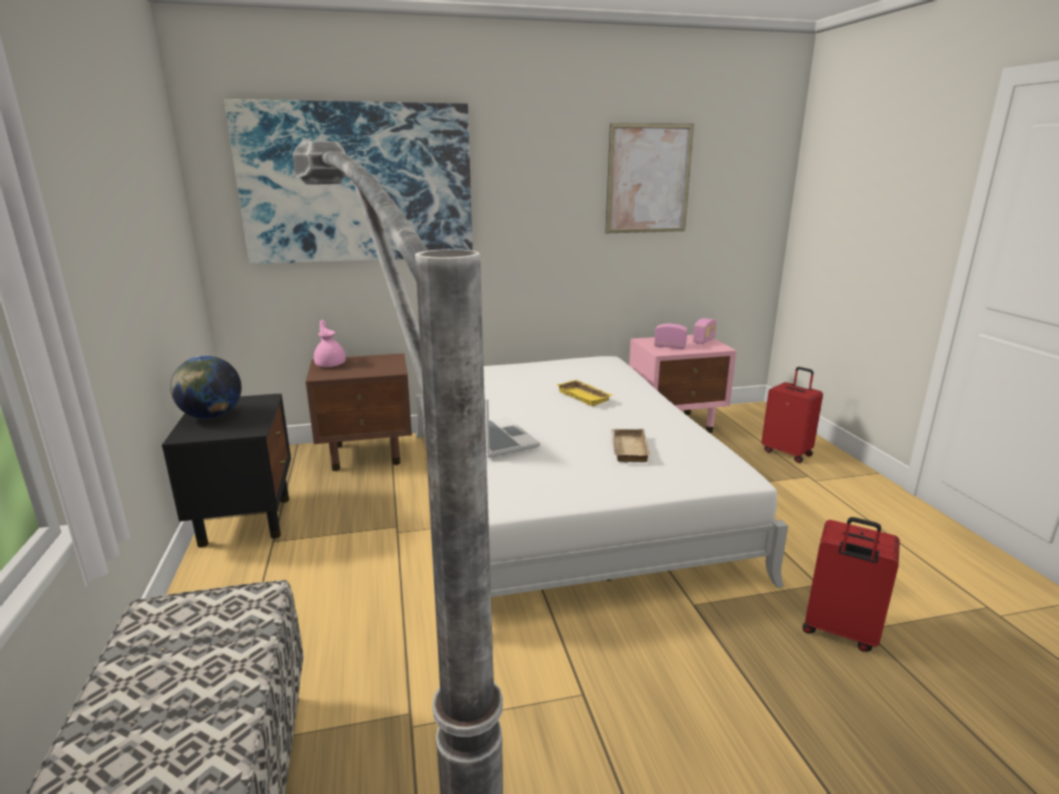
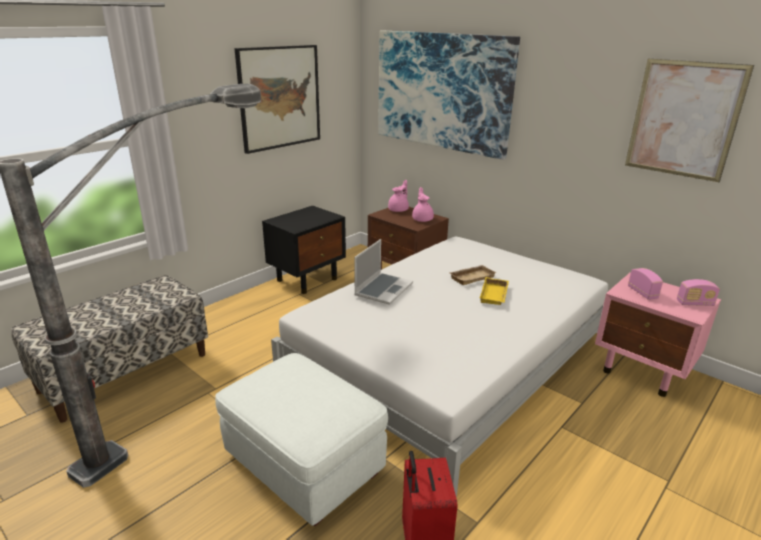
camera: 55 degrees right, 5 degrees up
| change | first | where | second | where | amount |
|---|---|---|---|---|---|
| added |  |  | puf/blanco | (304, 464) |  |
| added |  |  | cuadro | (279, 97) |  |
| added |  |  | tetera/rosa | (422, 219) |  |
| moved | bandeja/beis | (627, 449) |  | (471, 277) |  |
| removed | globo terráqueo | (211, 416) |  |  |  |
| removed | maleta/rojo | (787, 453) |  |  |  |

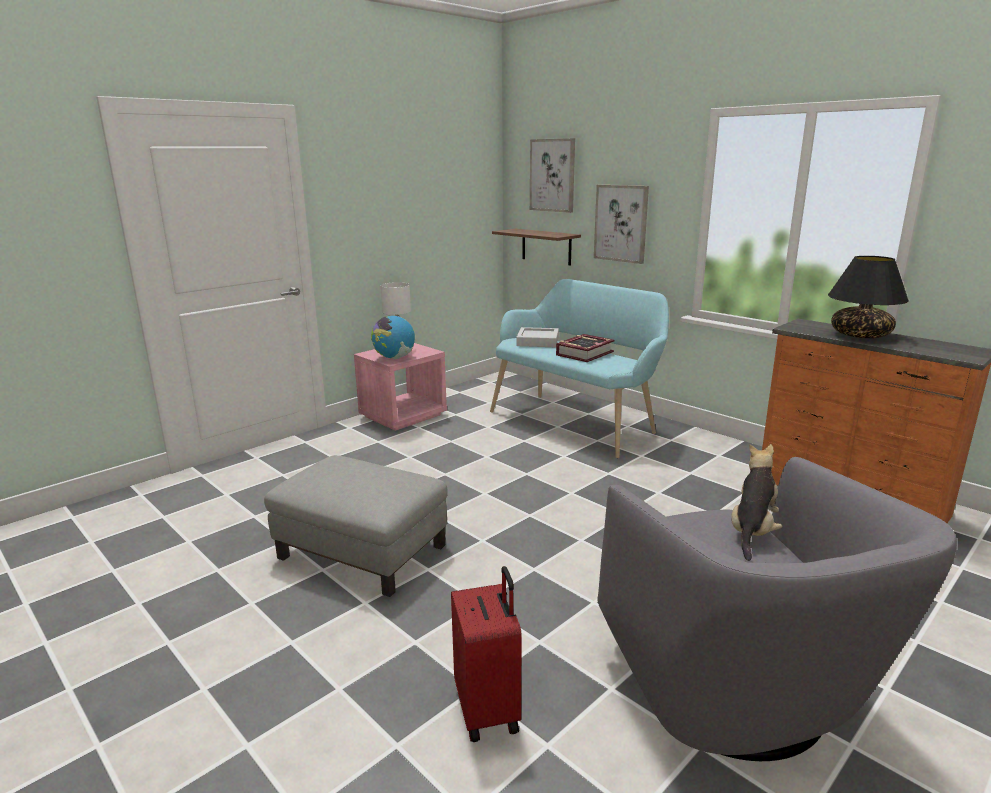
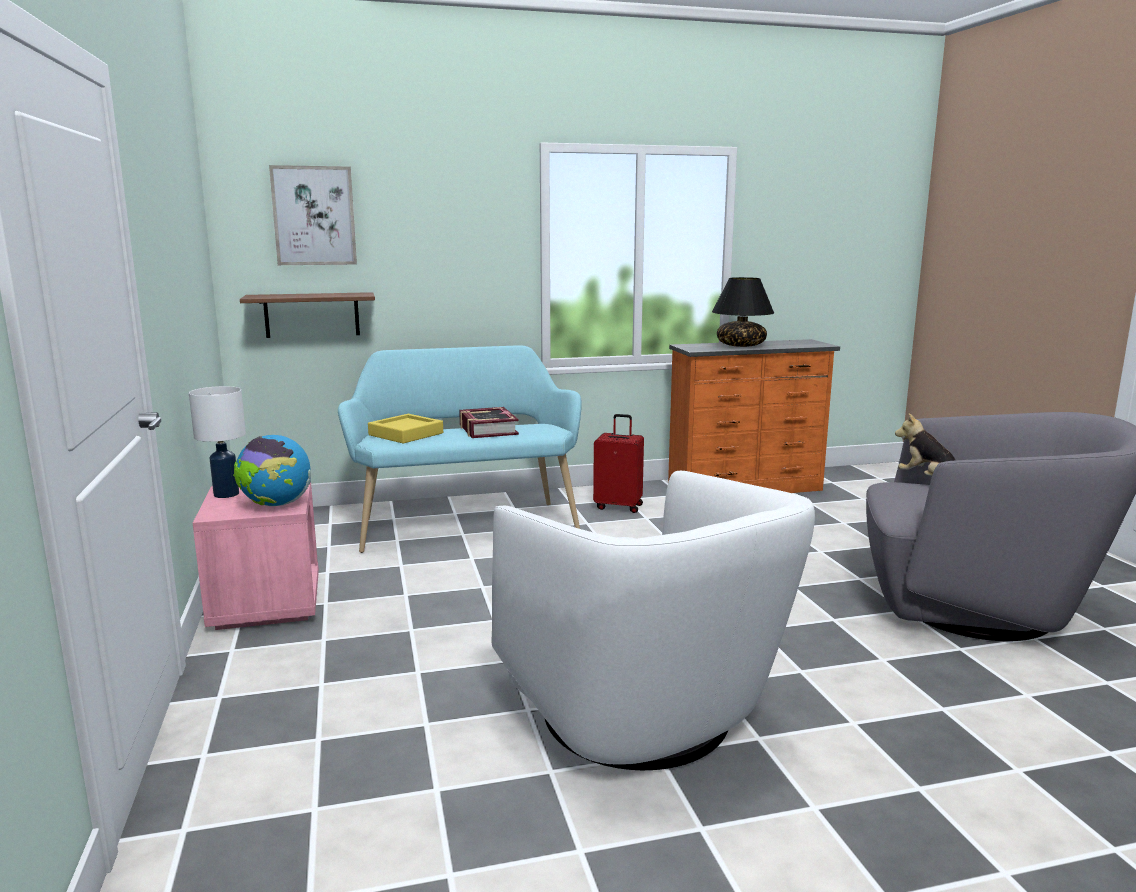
camera: 60 degrees left, 5 degrees down
| change | first | where | second | where | amount |
|---|---|---|---|---|---|
| recoloured | bandeja/gris | (537, 341) | bandeja/amarillo | (406, 434) |  |
| replaced | puf/gris | (361, 552) | sillón/blanco | (638, 717) |  |
| moved | maleta/rojo | (489, 710) |  | (619, 506) |  |
| removed | cuadro | (621, 223) |  |  |  |

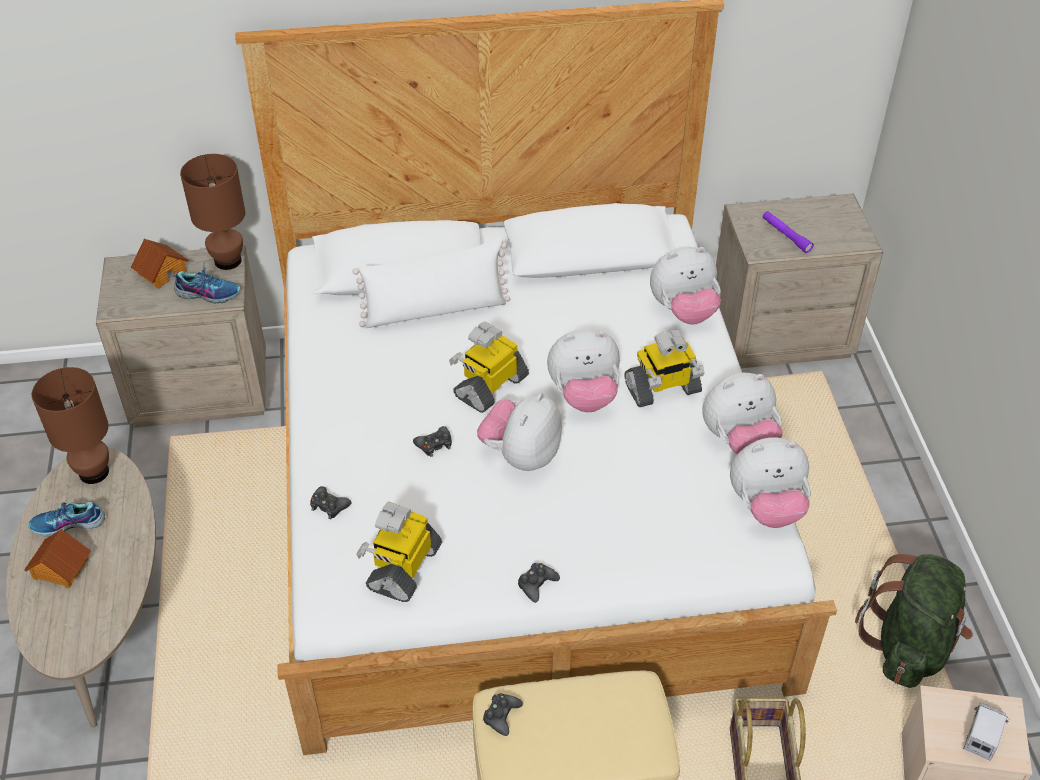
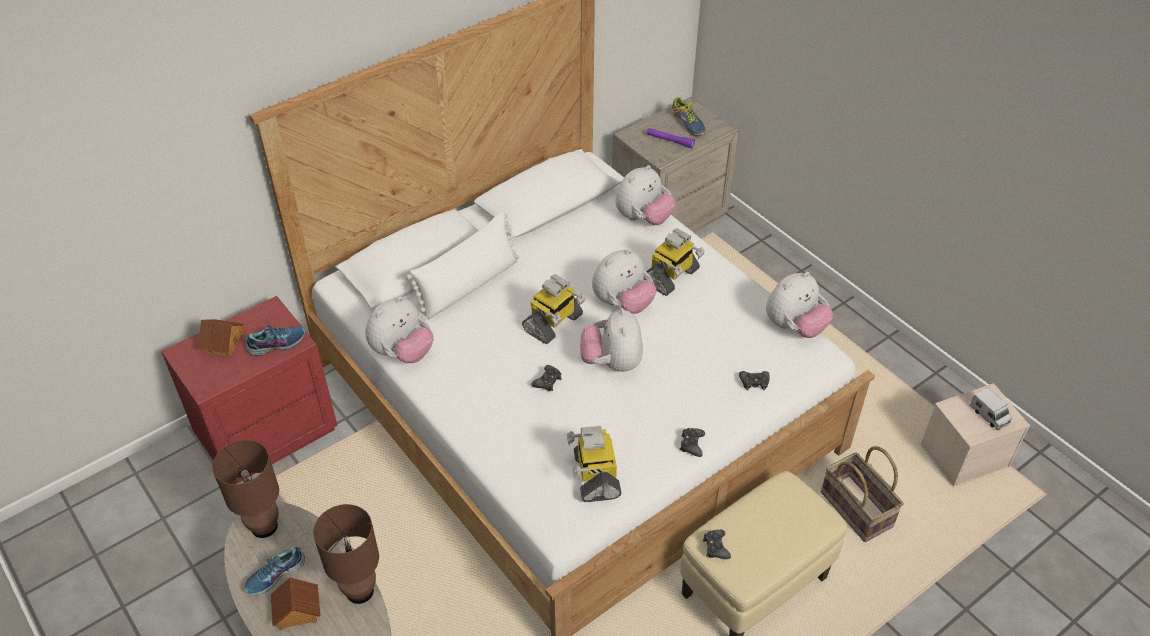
camera: 30 degrees left, 0 degrees up
| change | first | where | second | where | amount |
|---|---|---|---|---|---|
| recoloured | mesita de noche/beis | (201, 389) | mesita de noche/rojo | (266, 432) |  |
| moved | lámpara de mesa/marrón | (228, 261) |  | (360, 591) |  |
| moved | peluche | (739, 441) |  | (402, 352) |  |
| turned | robot de juguete | (490, 386) |  | (553, 323) | 150 degrees counterclockwise |
| added |  |  | zapato | (688, 123) |  |
| moved | mando de consola/negro | (329, 506) |  | (754, 382) |  |
| turned | camión de juguete | (983, 734) |  | (989, 415) | 150 degrees clockwise |
| removed | mochila/verde | (909, 645) |  |  |  |

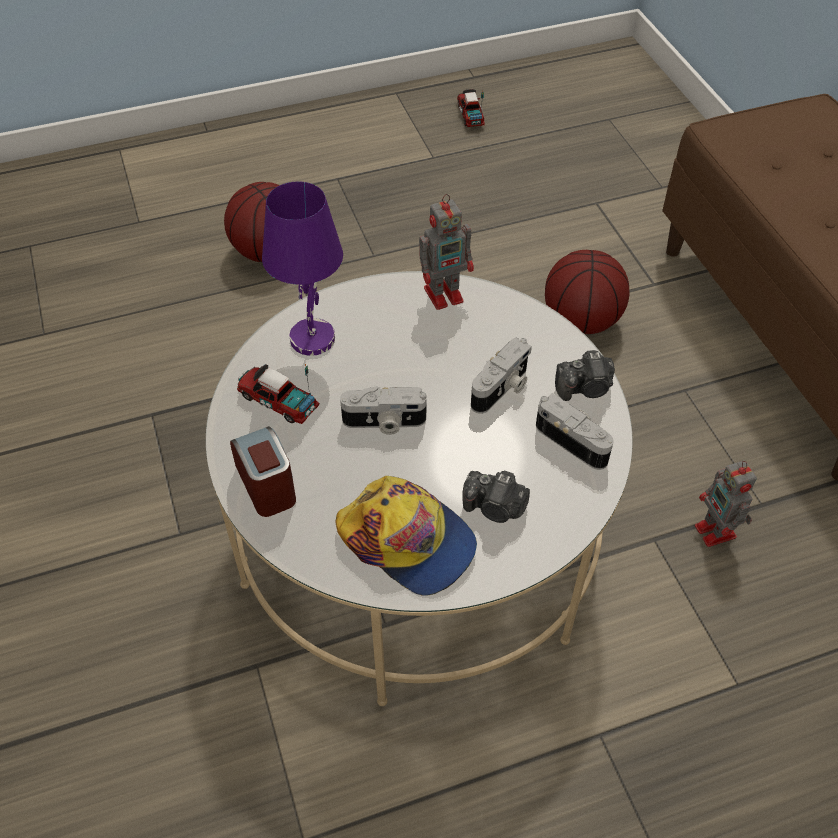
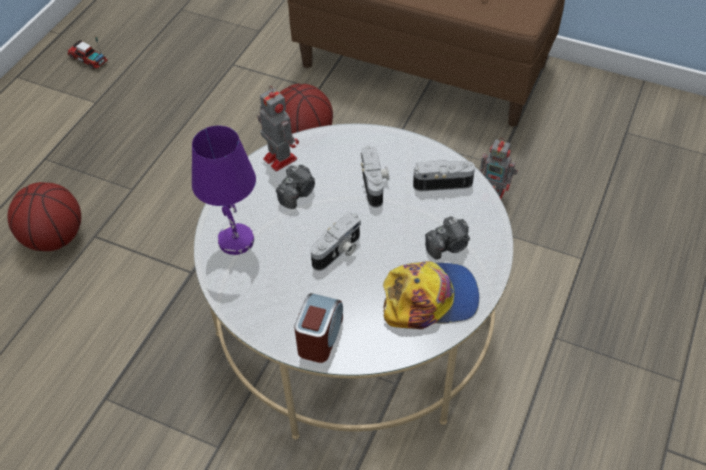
camera: 45 degrees left, 0 degrees up
| change | first | where | second | where | amount |
|---|---|---|---|---|---|
| turned | robot de juguete | (445, 294) |  | (279, 158) | 60 degrees counterclockwise |
| moved | cámara | (585, 388) |  | (297, 193) |  |
| turned | despertador | (267, 485) |  | (320, 337) | 90 degrees clockwise |
| removed | camión de juguete | (277, 401) |  |  |  |

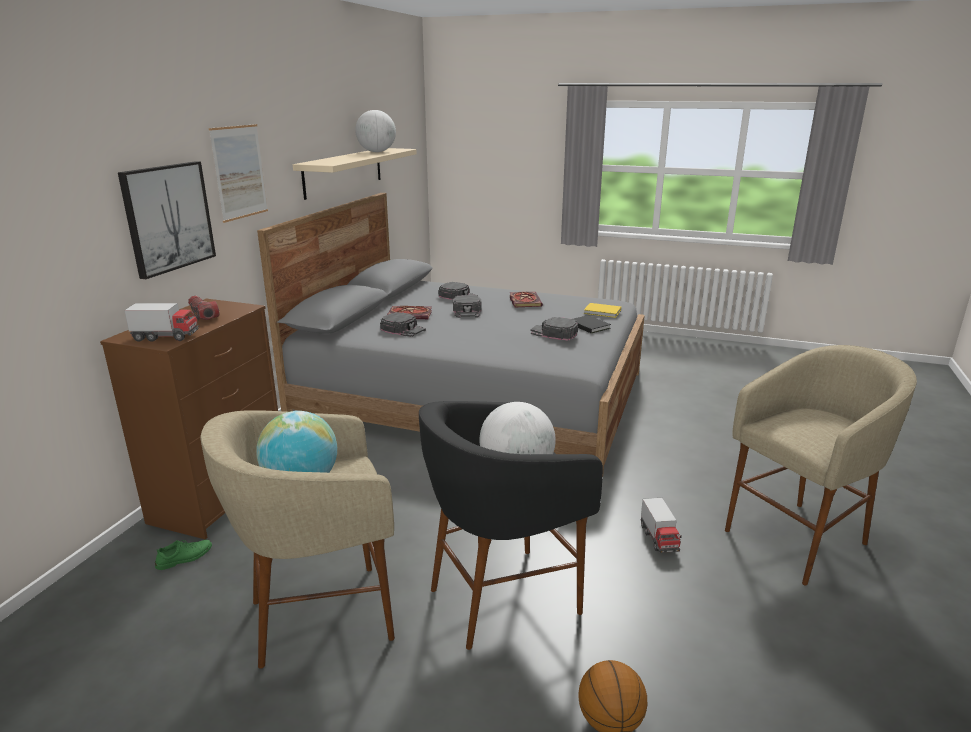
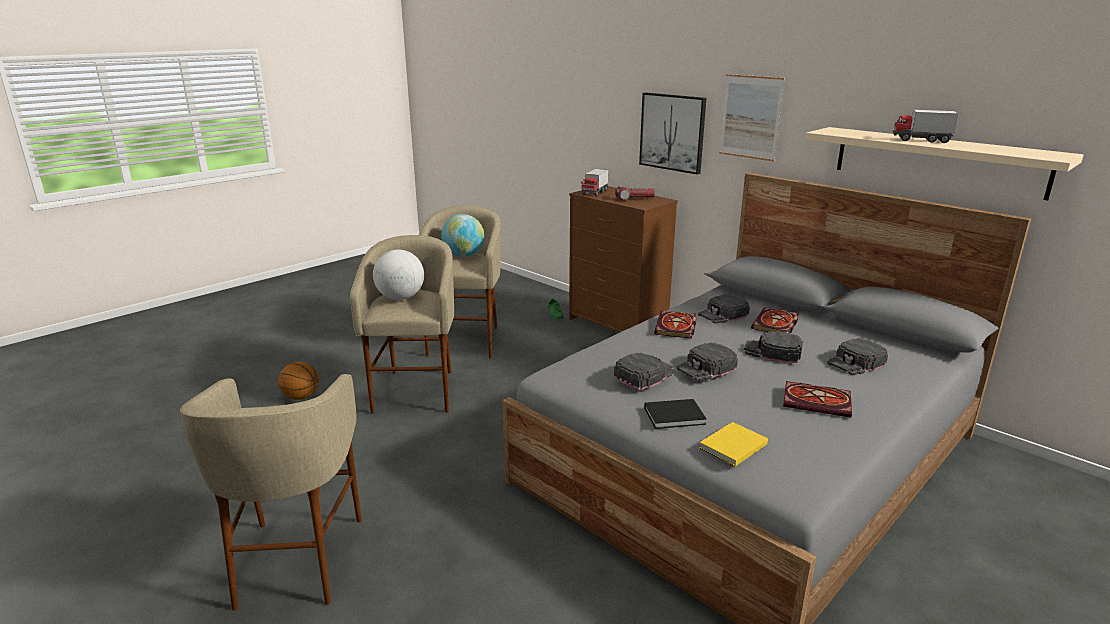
camera: 115 degrees right, 0 degrees up
| change | first | where | second | where | amount |
|---|---|---|---|---|---|
| recoloured | taburete/negro | (502, 598) | taburete/beis | (416, 391) |  |
| added |  |  | libro | (676, 327) |  |
| added |  |  | gorra/negro | (706, 368) |  |
| moved | camión de juguete | (659, 539) |  | (920, 140) |  |
| removed | globo terráqueo | (377, 152) |  |  |  |

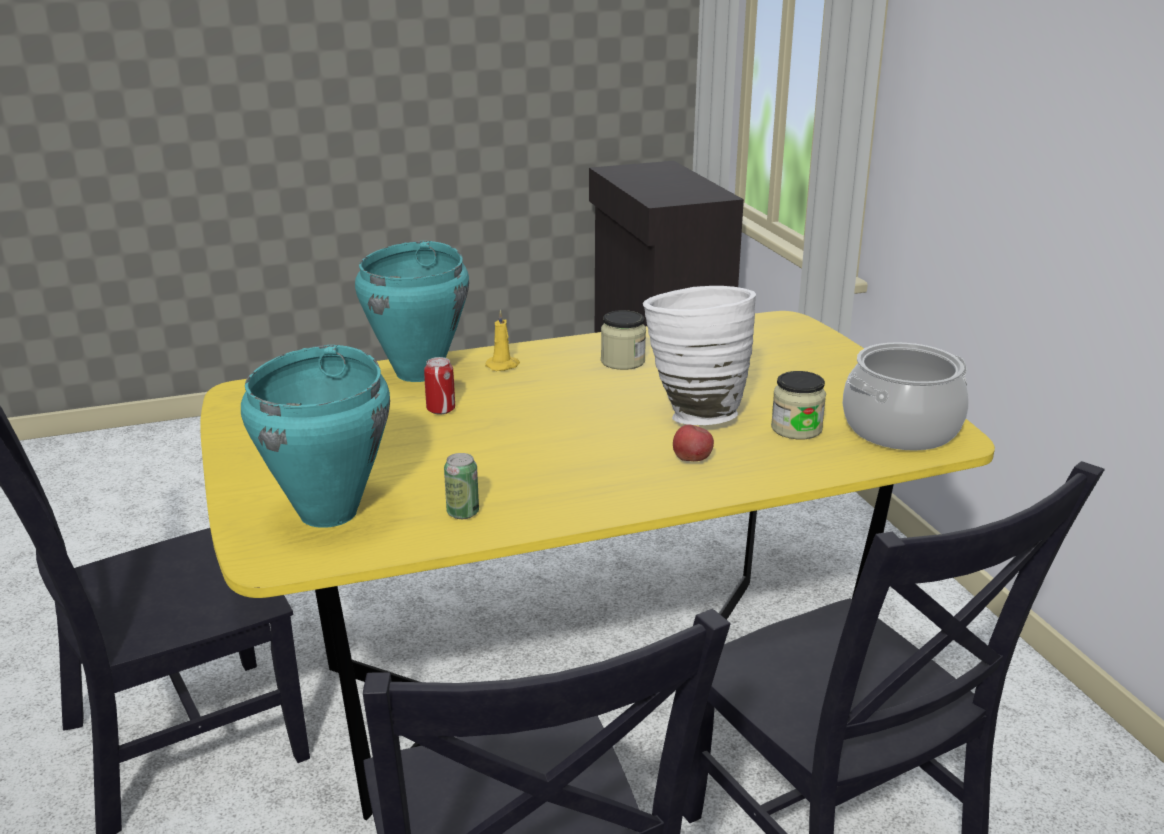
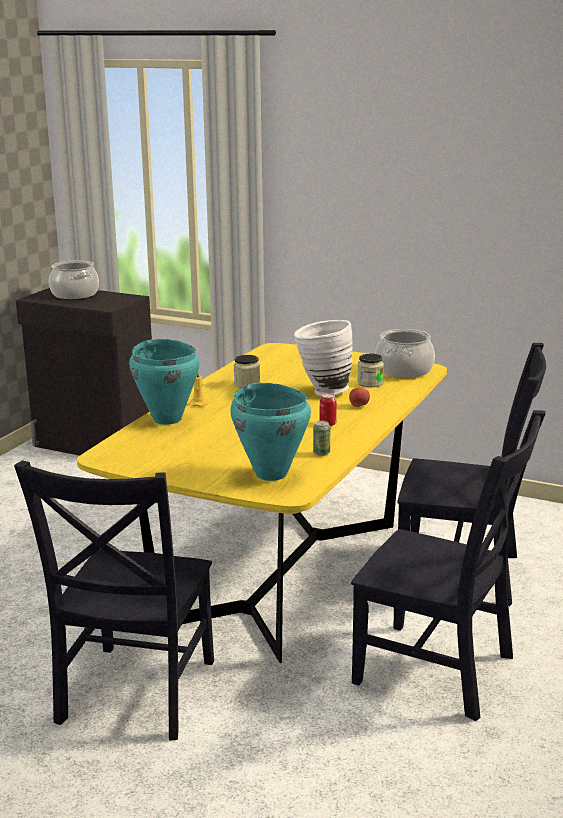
camera: 45 degrees left, 5 degrees down
| change | first | where | second | where | amount |
|---|---|---|---|---|---|
| added |  |  | olla | (75, 294) |  |
| moved | lata | (441, 410) |  | (328, 424) |  |

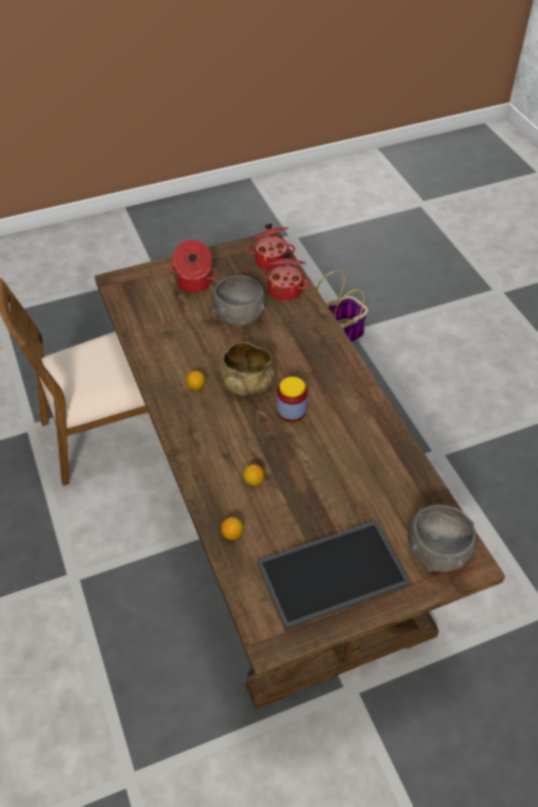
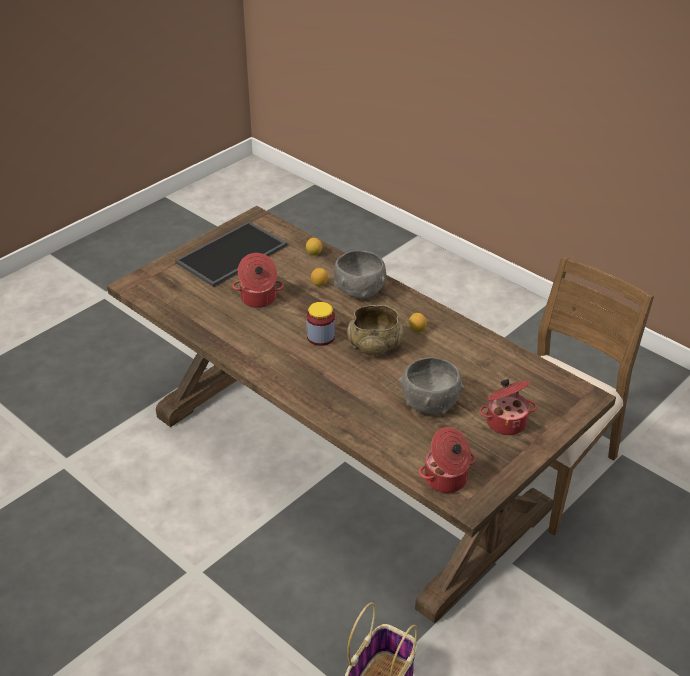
camera: 155 degrees right, 10 degrees down
| change | first | where | second | where | amount |
|---|---|---|---|---|---|
| moved | olla | (285, 290) |  | (258, 299) |  |
| moved | cuenco/gris | (437, 552) |  | (359, 290) |  |

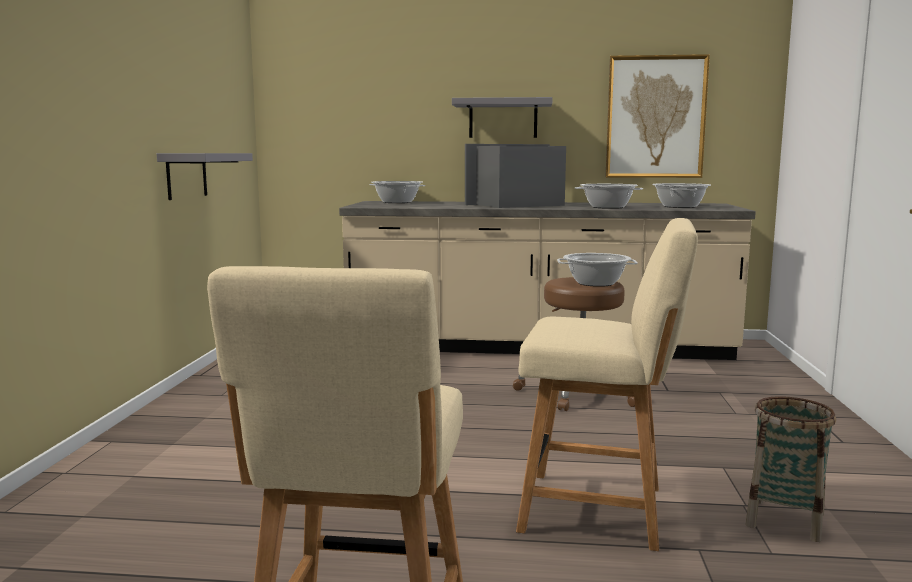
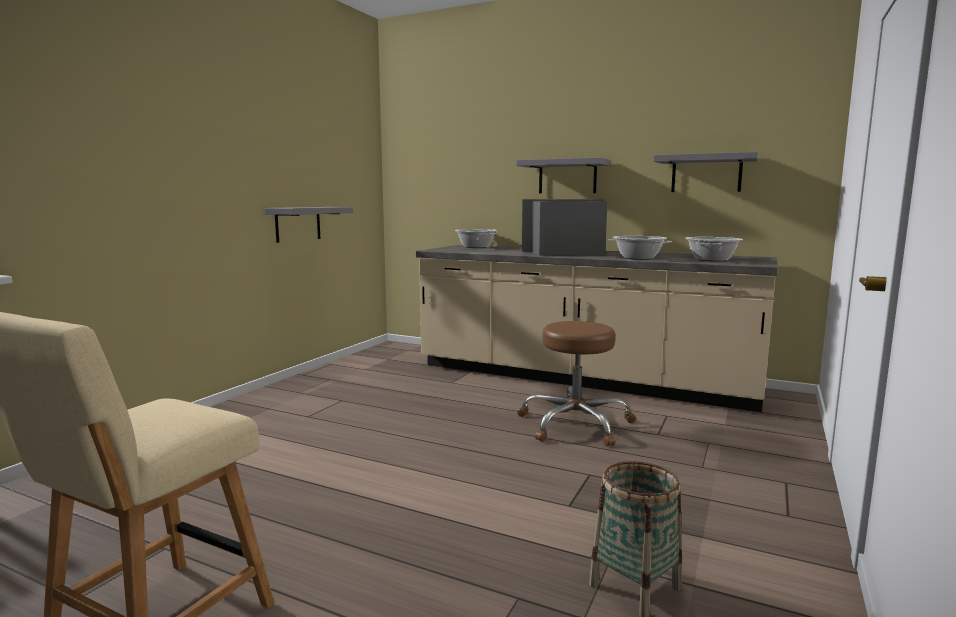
camera: 20 degrees right, 0 degrees up
| change | first | where | second | where | amount |
|---|---|---|---|---|---|
| replaced | cuadro | (655, 117) | estante/gris | (706, 174) |  |
| removed | silla/beis | (601, 510) |  |  |  |
| removed | olla | (596, 283) |  |  |  |

